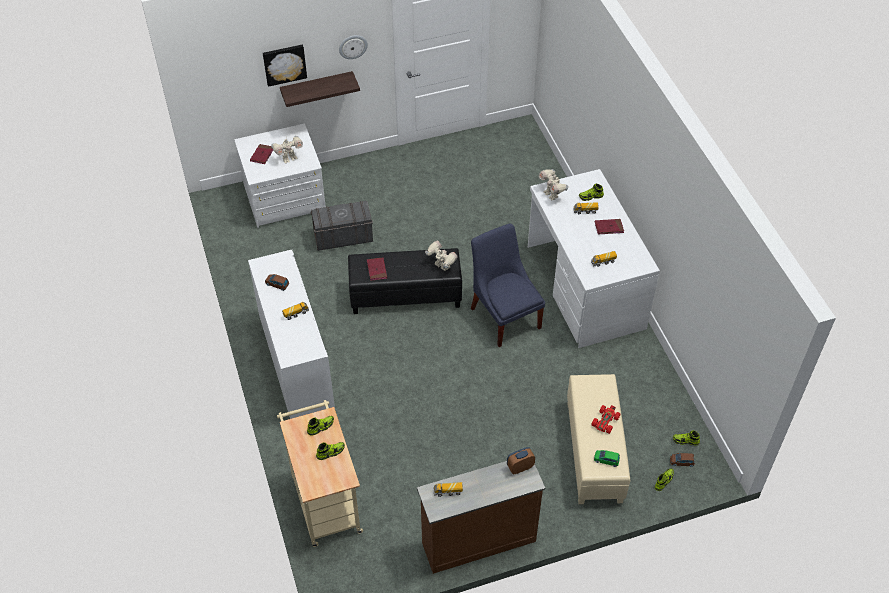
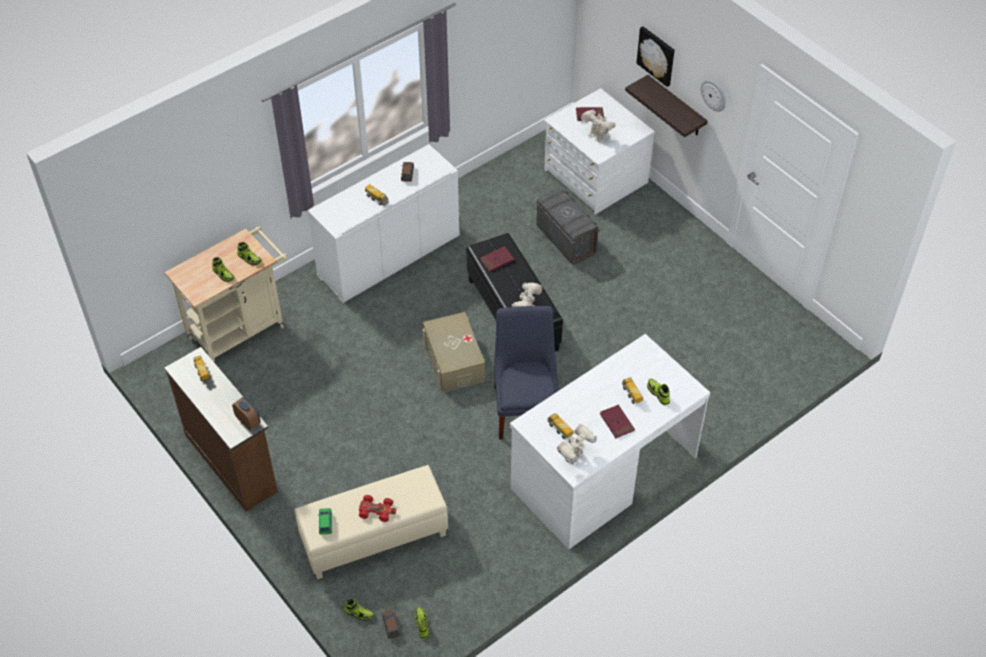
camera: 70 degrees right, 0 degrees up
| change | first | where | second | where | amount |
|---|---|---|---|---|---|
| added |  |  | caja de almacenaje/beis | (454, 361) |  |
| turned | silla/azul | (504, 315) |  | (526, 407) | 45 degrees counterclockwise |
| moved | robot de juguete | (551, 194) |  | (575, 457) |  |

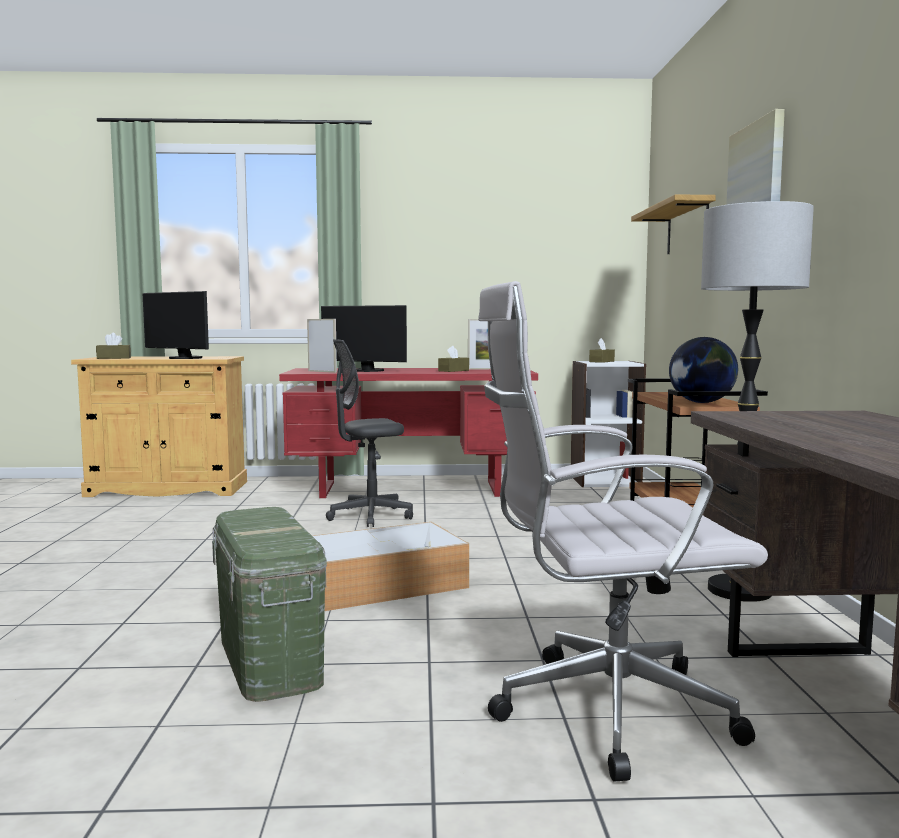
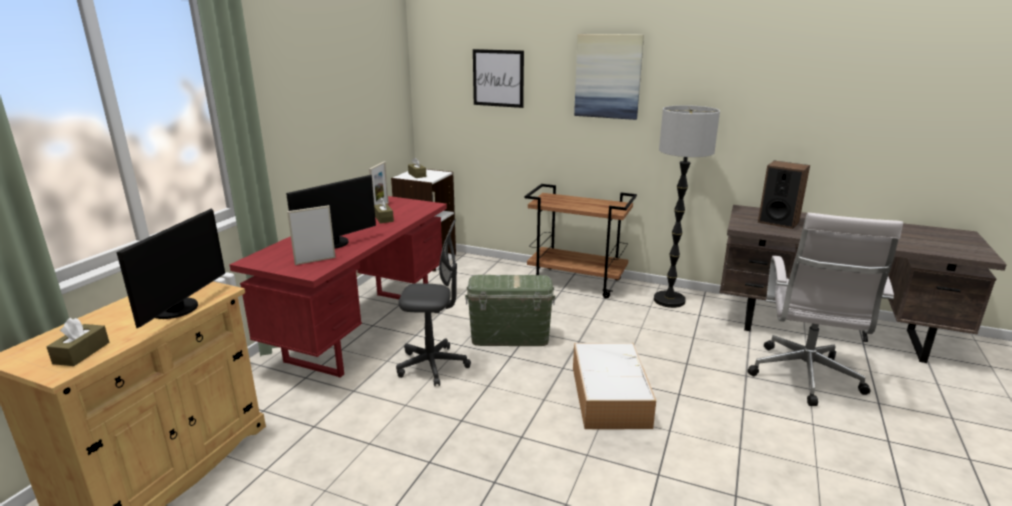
camera: 65 degrees left, 15 degrees up
| change | first | where | second | where | amount |
|---|---|---|---|---|---|
| turned | monitor | (182, 358) |  | (179, 309) | 45 degrees counterclockwise |
| turned | silla de oficina/gris | (370, 516) |  | (432, 366) | 90 degrees counterclockwise |
| moved | caja de almacenaje/verde | (270, 660) |  | (510, 337) |  |
| replaced | estante | (687, 228) | cuadro | (498, 78) |  |
| added |  |  | altavoz | (778, 222) |  |
| removed | globo terráqueo | (701, 402) |  |  |  |

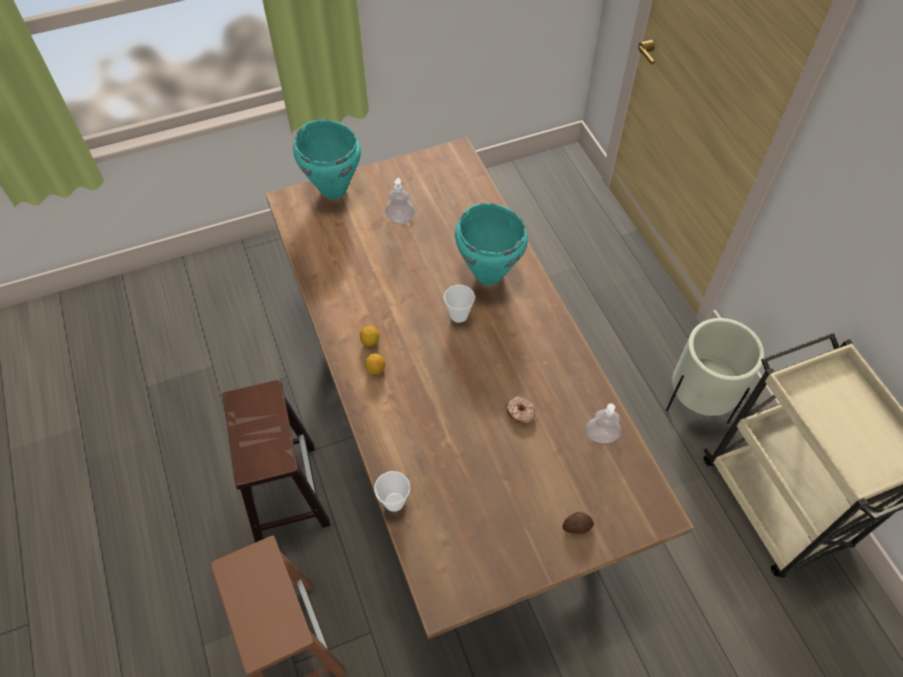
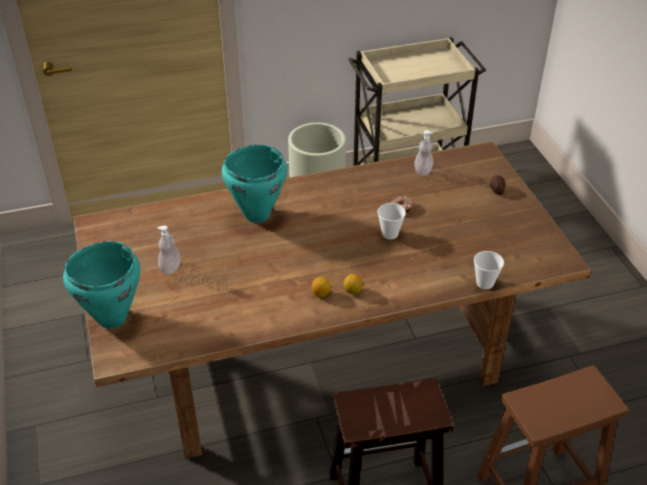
camera: 85 degrees left, 15 degrees down
| change | first | where | second | where | amount |
|---|---|---|---|---|---|
| moved | taza | (459, 315) |  | (390, 234) |  |

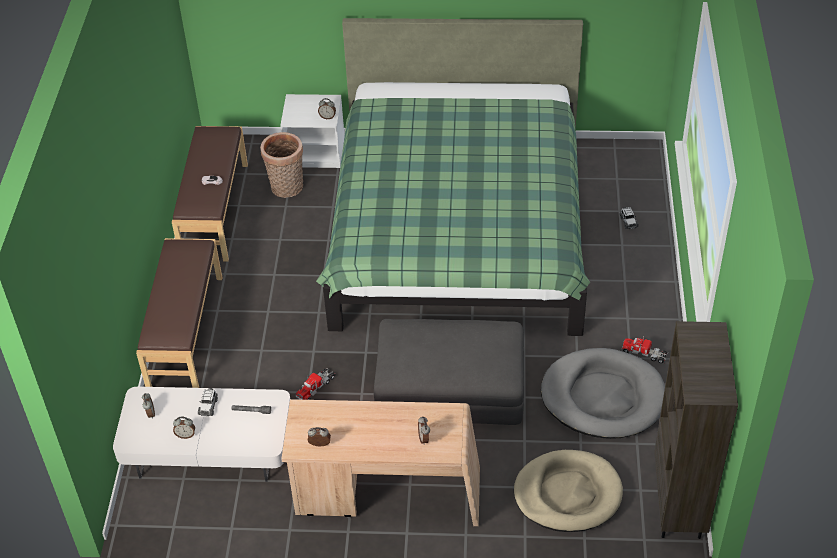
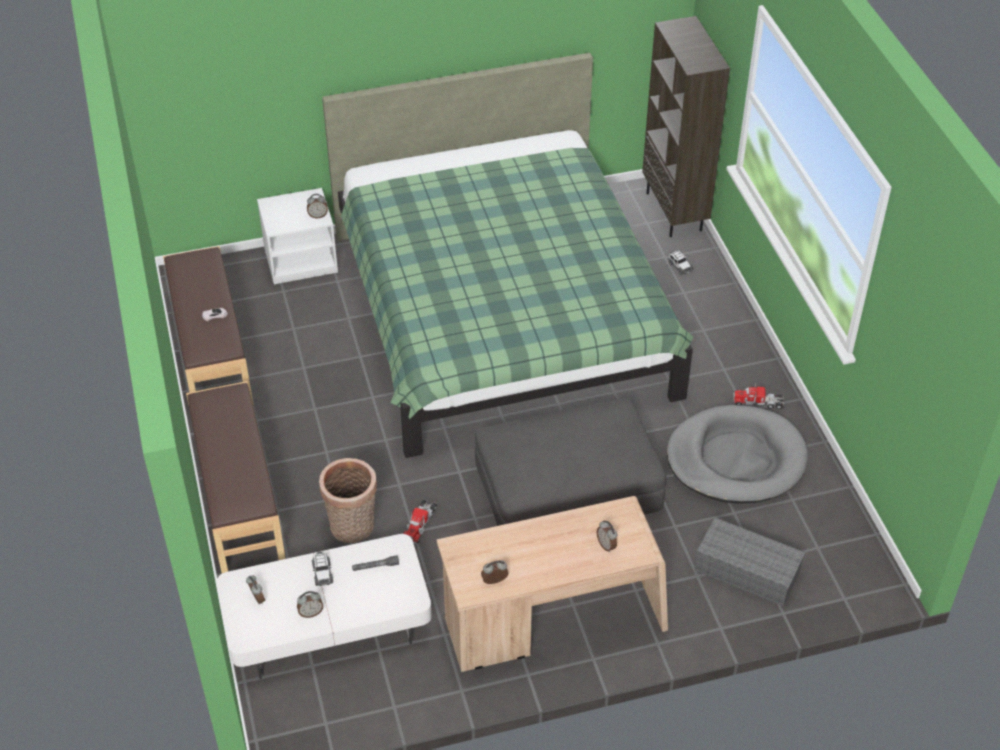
camera: 20 degrees left, 0 degrees up
| change | first | where | second | where | amount |
|---|---|---|---|---|---|
| moved | cesta | (286, 189) |  | (353, 528) |  |
| moved | estantería/marrón | (679, 505) |  | (675, 212) |  |
| replaced | cama para perro/beis | (567, 494) | caja de almacenaje/gris | (745, 571) |  |

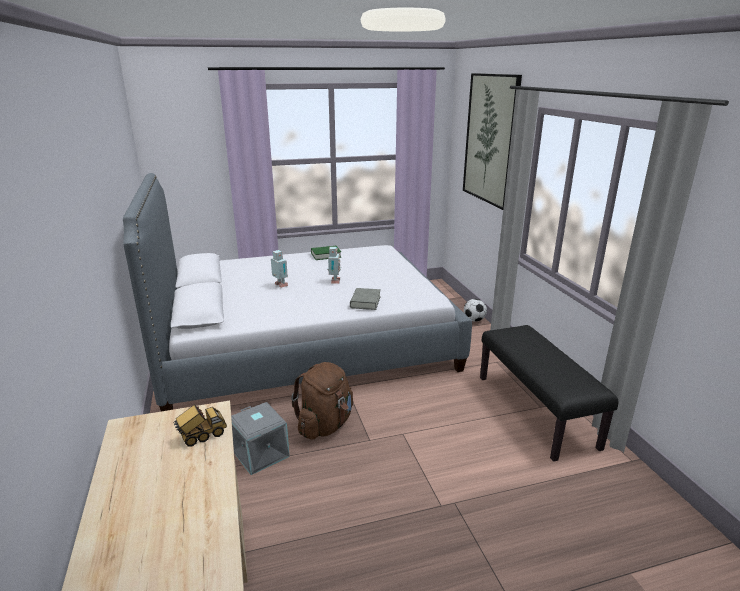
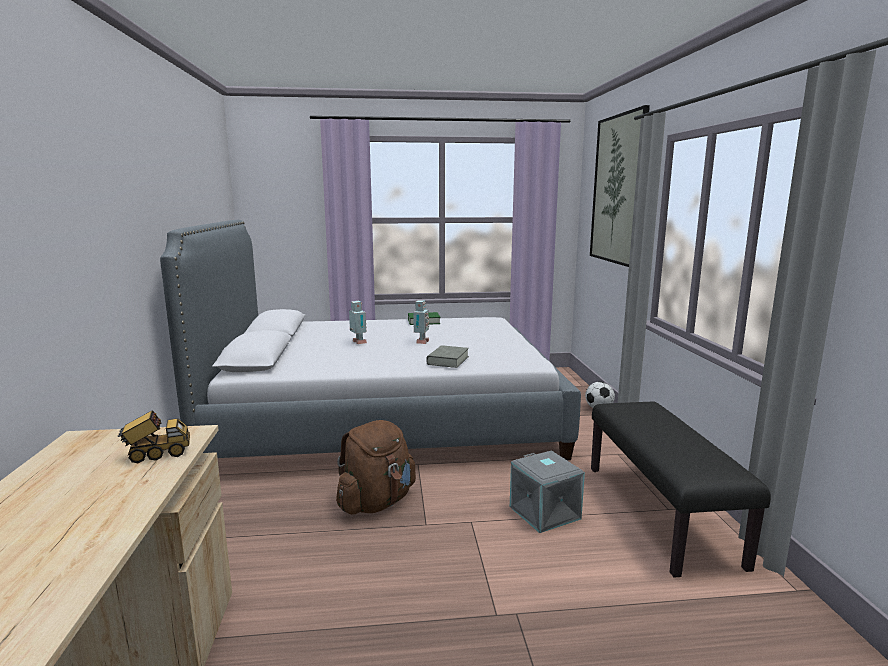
camera: 10 degrees right, 10 degrees down
| change | first | where | second | where | amount |
|---|---|---|---|---|---|
| moved | caja de almacenaje/gris | (262, 453) |  | (546, 512) |  |

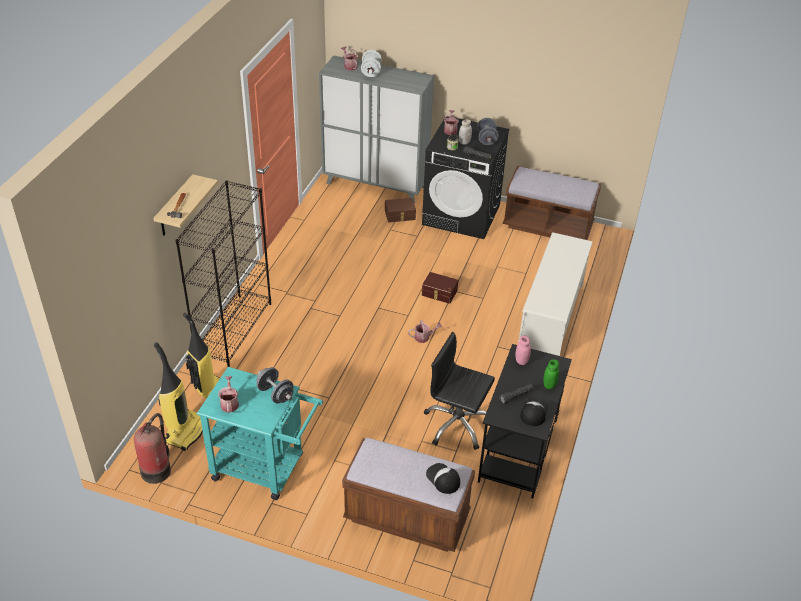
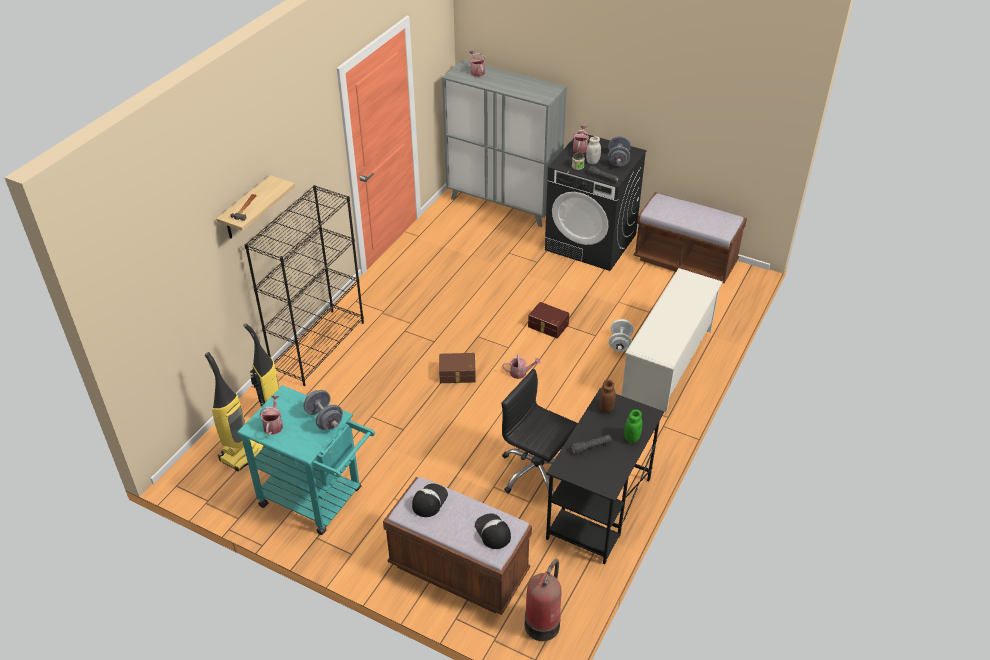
camera: 10 degrees right, 0 degrees up
| change | first | where | second | where | amount |
|---|---|---|---|---|---|
| moved | gorra | (533, 412) |  | (429, 500) |  |
| moved | caja de almacenaje/marrón | (400, 215) |  | (457, 374) |  |
| moved | extintor | (157, 469) |  | (543, 622) |  |
| recoloured | tarro/rosa | (521, 361) | tarro/marrón | (606, 408) |  |
| moved | mancuerna/blanco | (371, 72) |  | (620, 343) |  |

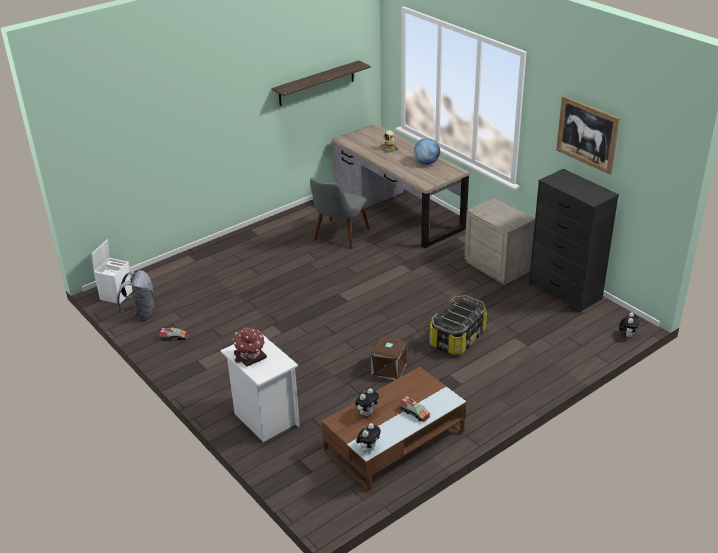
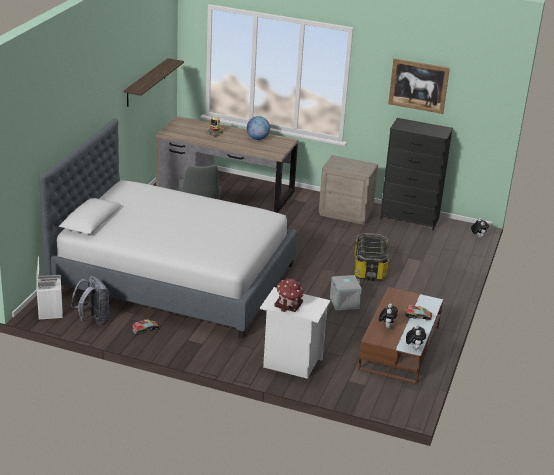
camera: 35 degrees left, 5 degrees down
| change | first | where | second | where | amount |
|---|---|---|---|---|---|
| added |  |  | cama | (173, 277) |  |
| recoloured | caja de almacenaje/marrón | (388, 369) | caja de almacenaje/gris | (344, 303) |  |

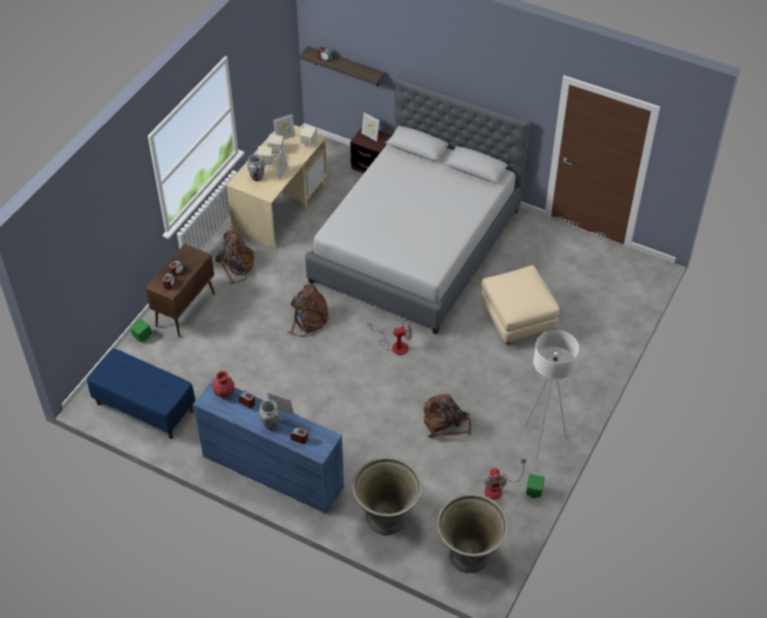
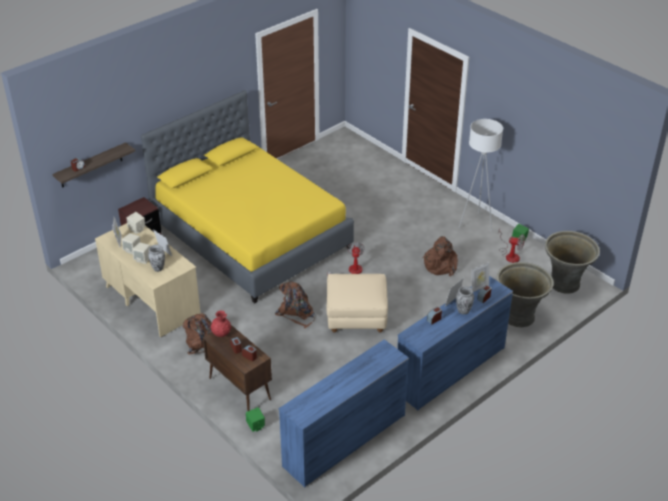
camera: 70 degrees left, 10 degrees down
| change | first | where | second | where | amount |
|---|---|---|---|---|---|
| recoloured | cama/gris | (416, 246) | cama/amarillo | (251, 235) |  |
| moved | florero/rojo | (224, 393) |  | (221, 334) |  |
| replaced | banco/azul | (144, 407) | cómoda/azul | (344, 440) |  |
| moved | puf/beis | (517, 319) |  | (356, 318) |  |
| moved | portarretratos | (370, 136) |  | (479, 287) |  |

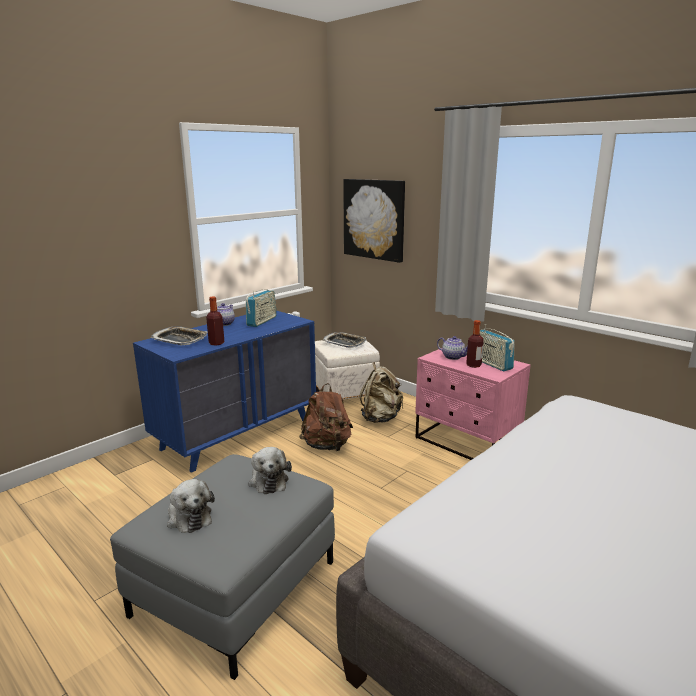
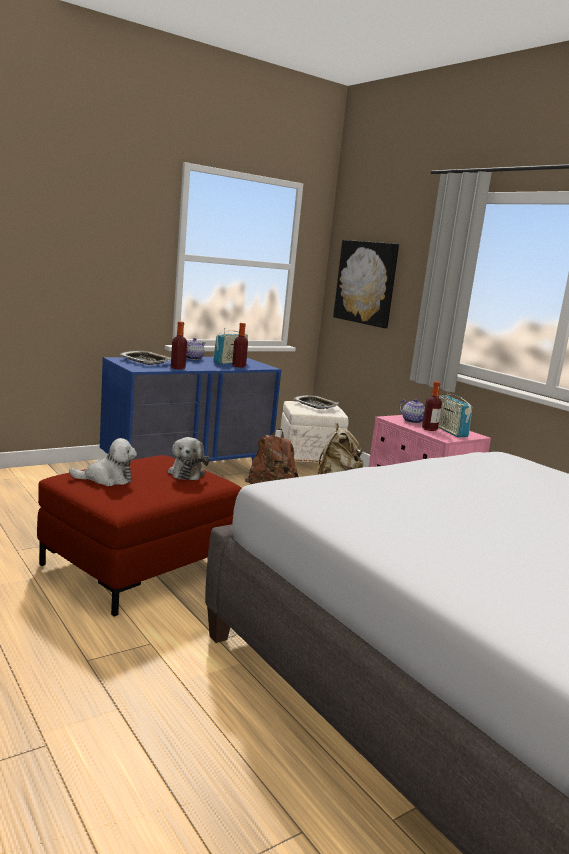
camera: 10 degrees right, 5 degrees down
| change | first | where | second | where | amount |
|---|---|---|---|---|---|
| recoloured | puf/gris | (236, 587) | puf/rojo | (140, 566) |  |
| turned | peluche | (188, 516) |  | (107, 479) | 75 degrees counterclockwise |
| added |  |  | botella | (239, 366) |  |

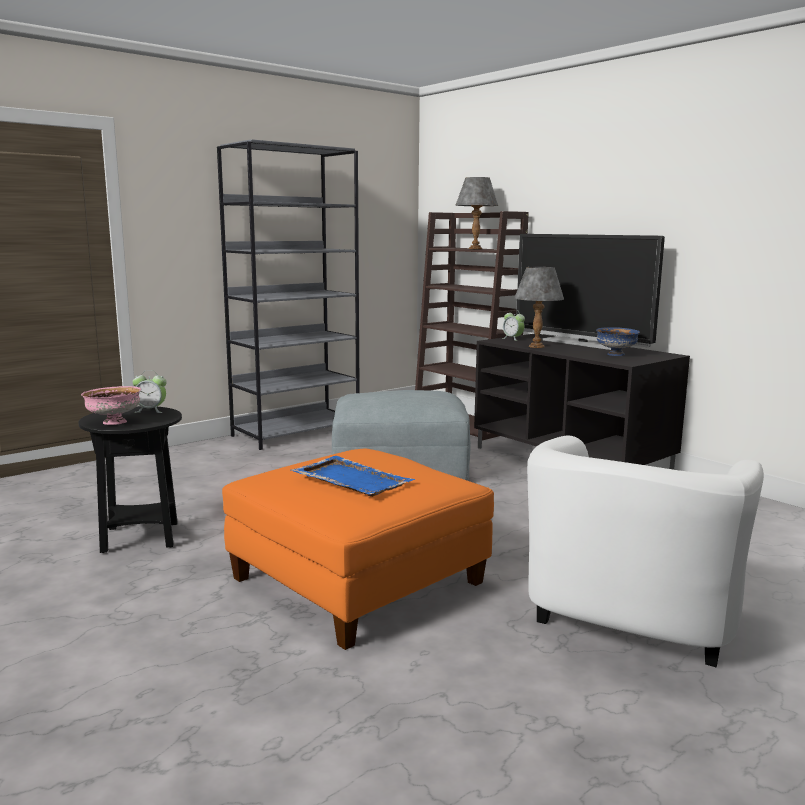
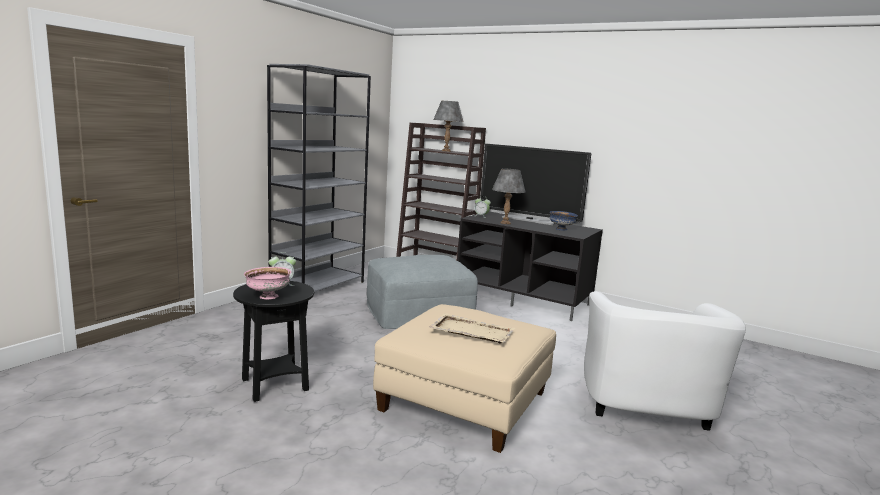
camera: 20 degrees left, 0 degrees up
| change | first | where | second | where | amount |
|---|---|---|---|---|---|
| recoloured | puf/naranja | (358, 580) | puf/beis | (465, 401) |  |
| recoloured | bandeja/azul | (351, 479) | bandeja/beis | (471, 331) |  |

